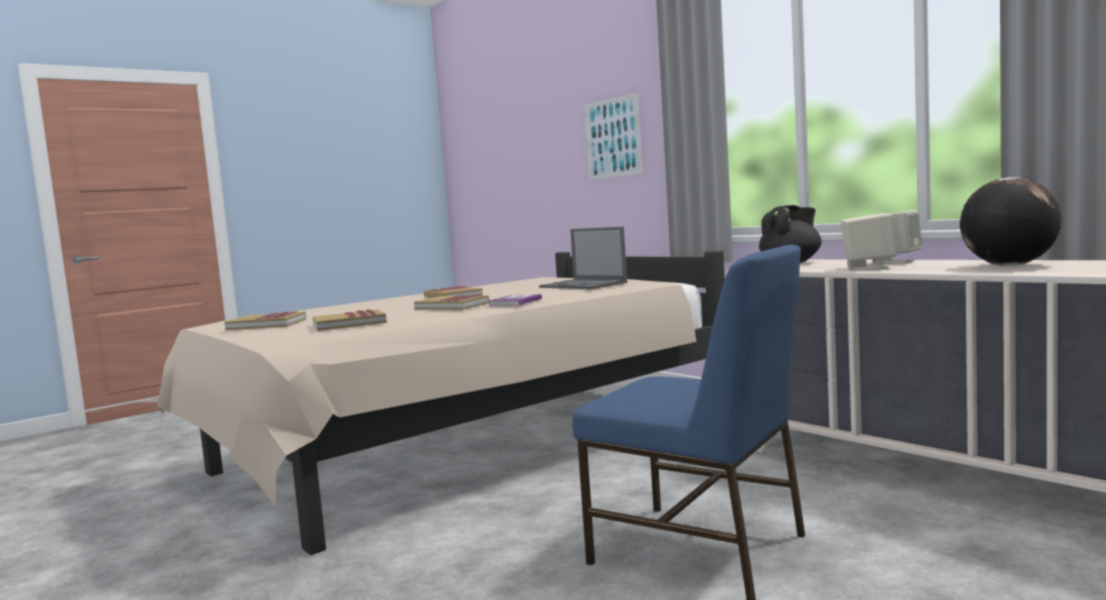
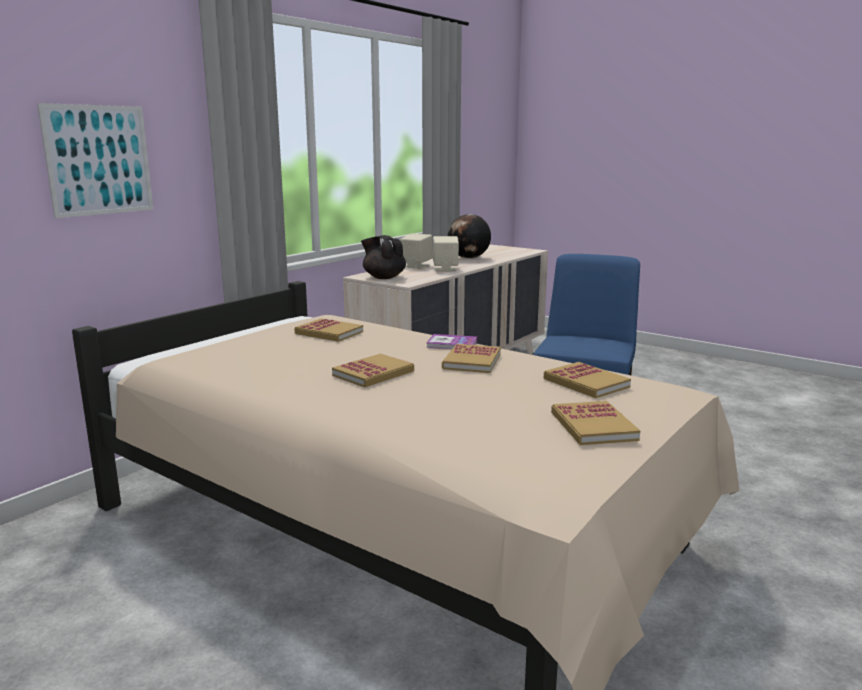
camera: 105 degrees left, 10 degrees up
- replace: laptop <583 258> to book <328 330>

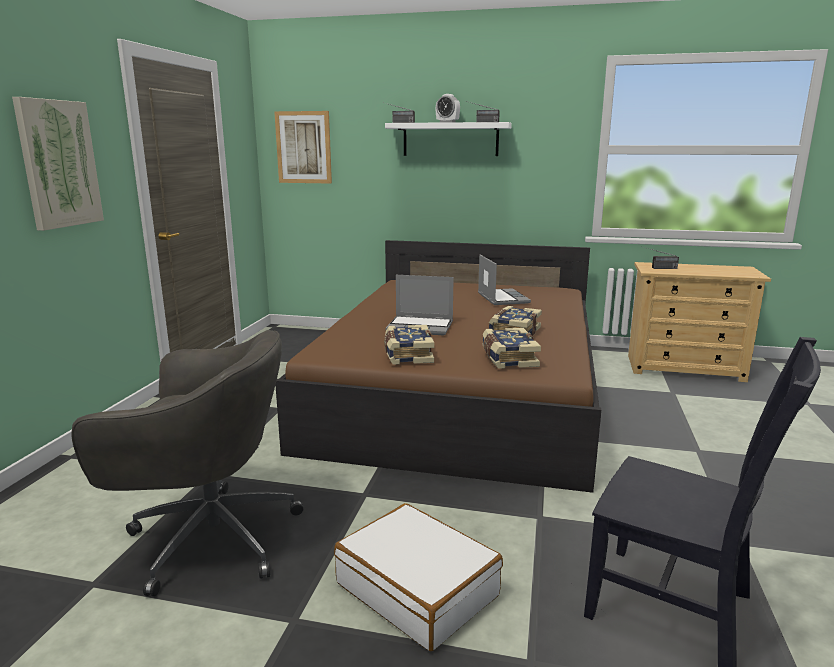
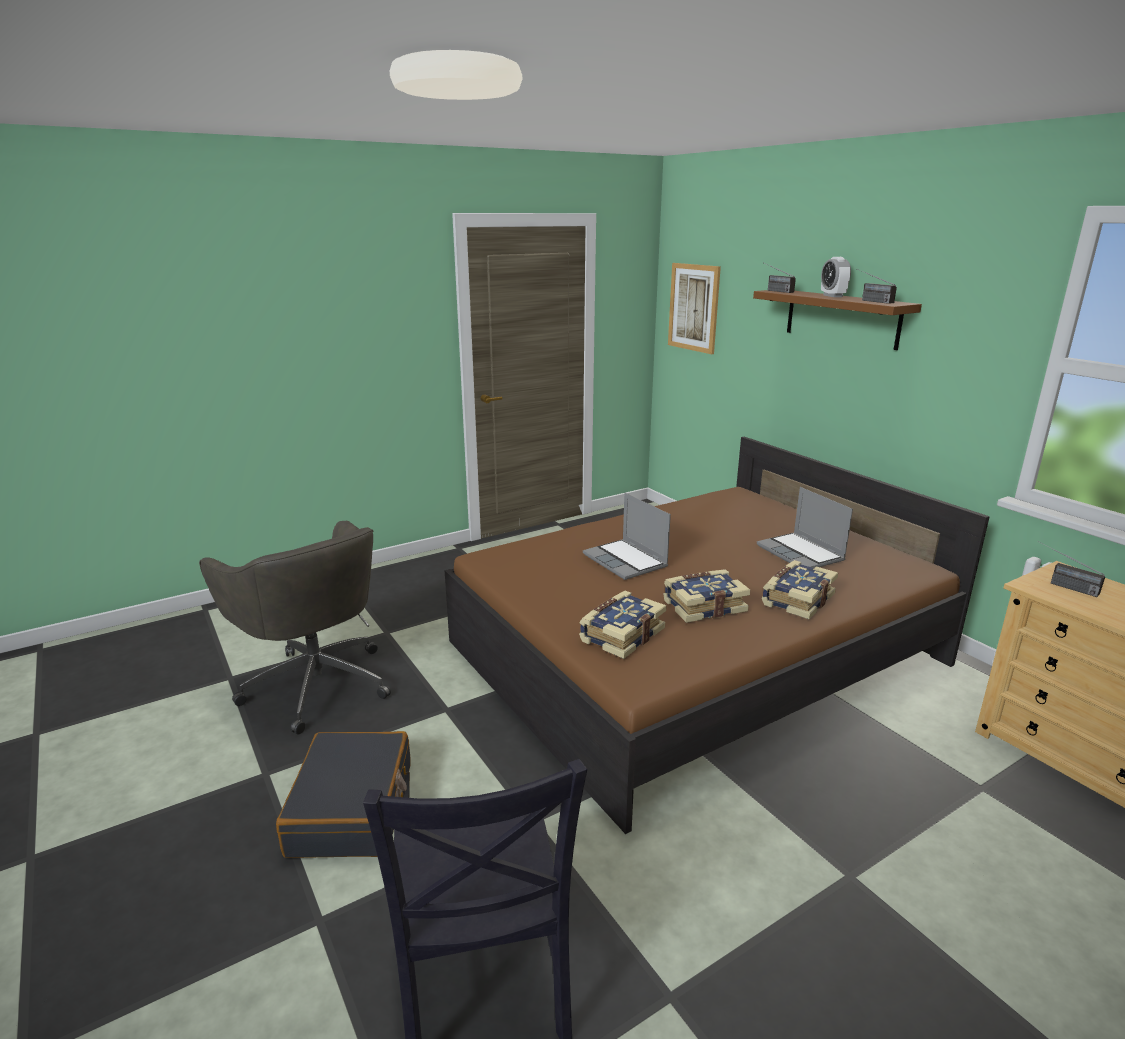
camera: 45 degrees right, 5 degrees up
- delete: picture <58 164>
- recolor: white suitcase <418 577> to black suitcase <343 794>
- move: book <409 345> to <800 589>
- recolor: white shelf <448 139> to brown shelf <837 320>
- rotate: laptop <504 280> = <805 527> 120 degrees clockwise

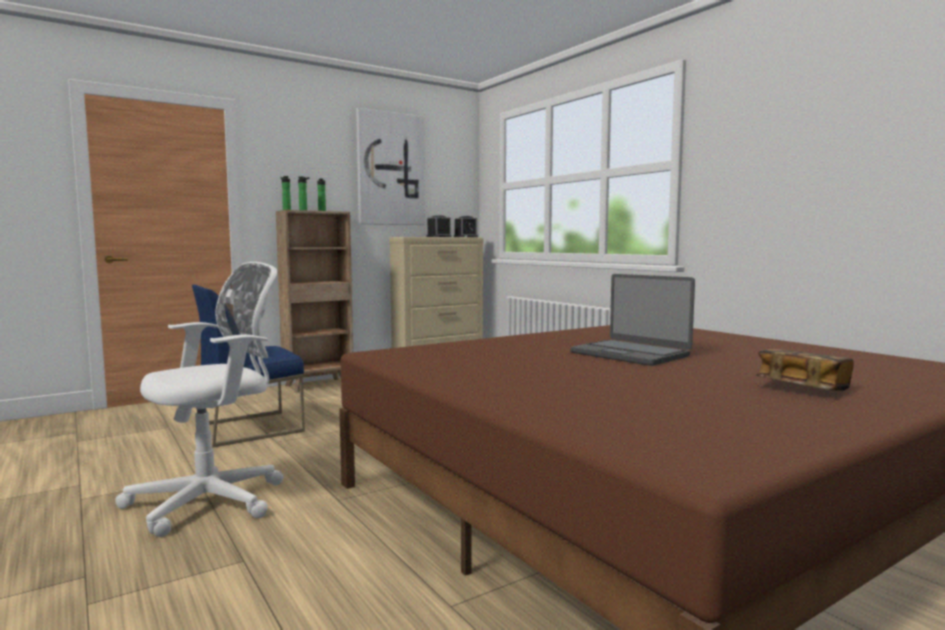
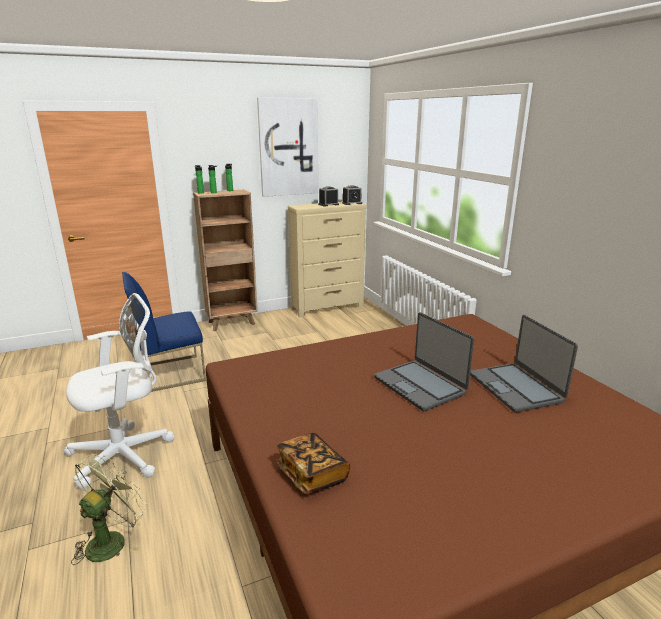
camera: 10 degrees right, 15 degrees up
- move: book <805 370> to <313 463>
- insert: green fan <109 509>
- insert: laptop <524 363>

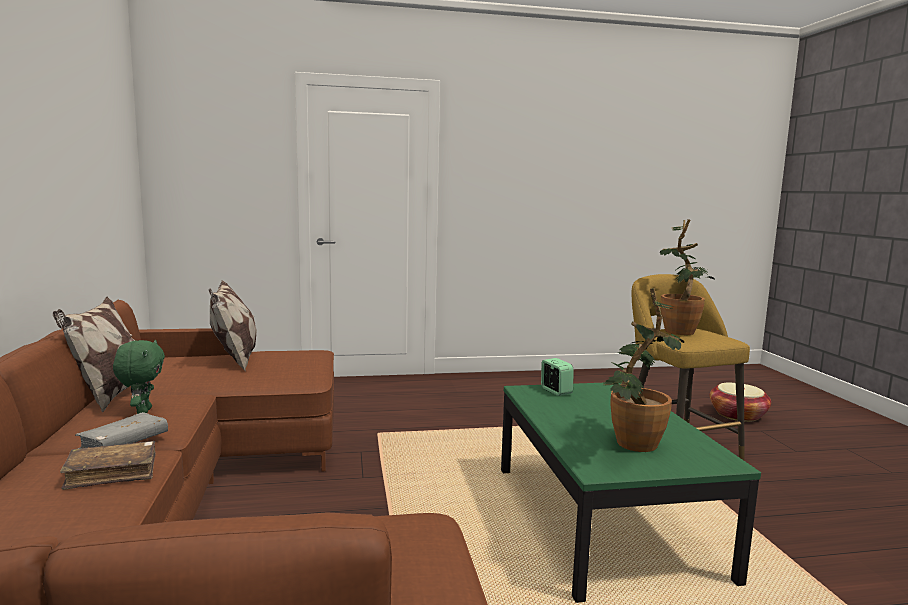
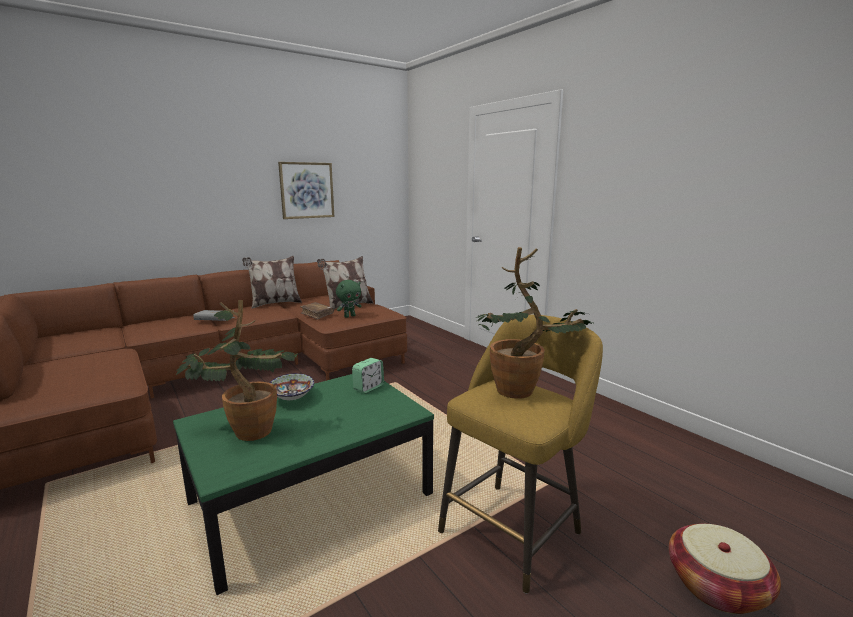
camera: 65 degrees right, 5 degrees up
- move: brown book <108 465> to <317 311>
- move: green plush toy <139 377> to <348 299>
- insert: bowl <292 386>
- insert: picture <306 190>

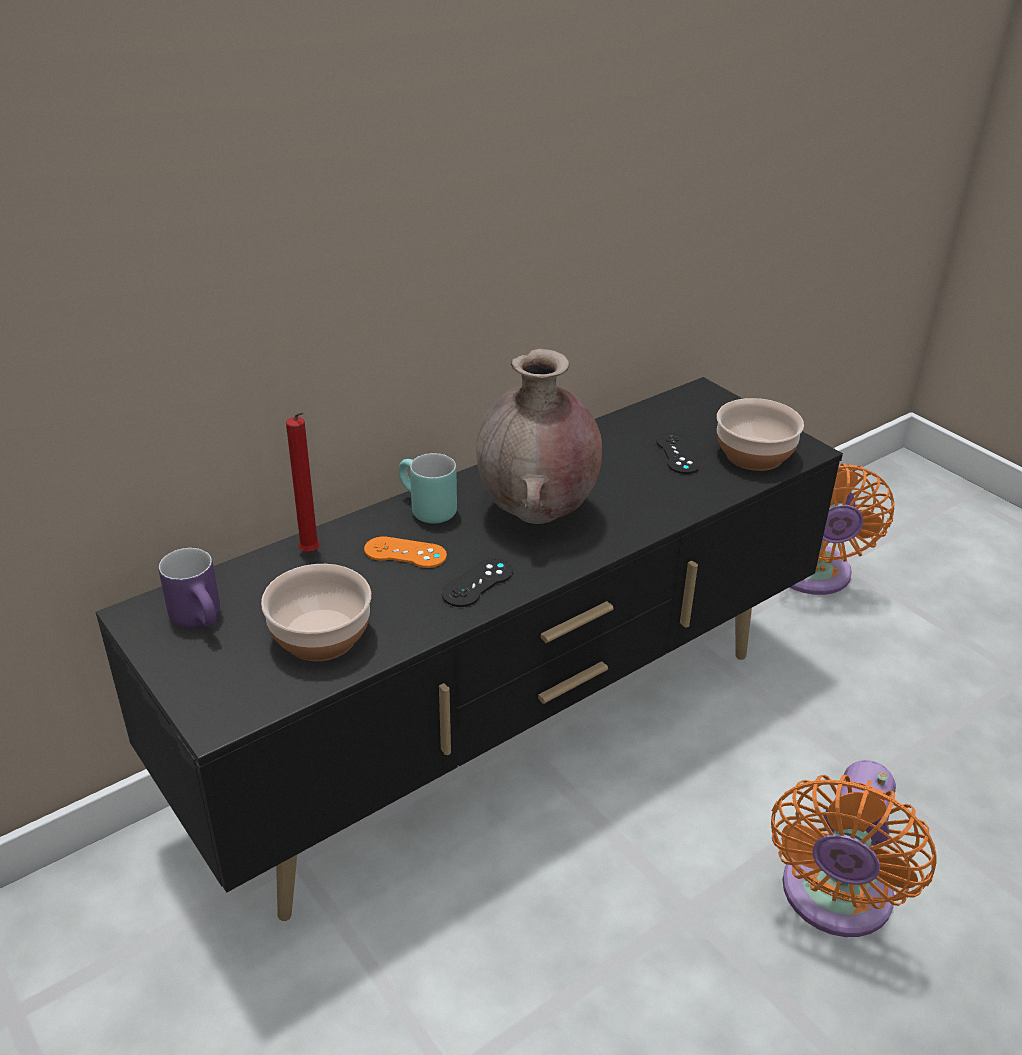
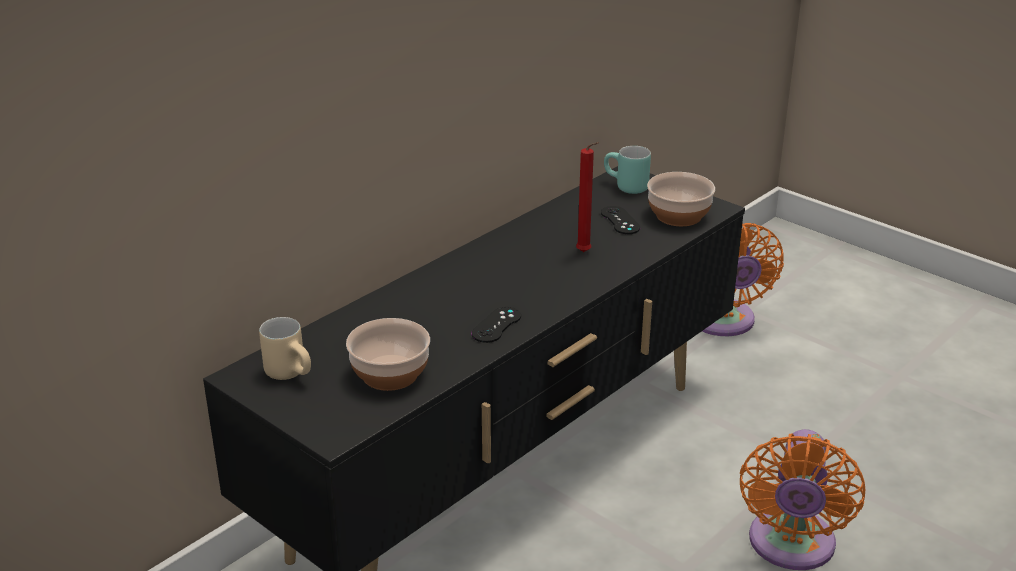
camera: 10 degrees left, 5 degrees down
- recolor: purple mug <189 588> to beige mug <285 348>
- move: red candle <303 482> to <587 197>
- delete: orange game controller <405 552>
- move: turquoise mug <428 488> to <627 170>
- delete: brown vase <539 436>

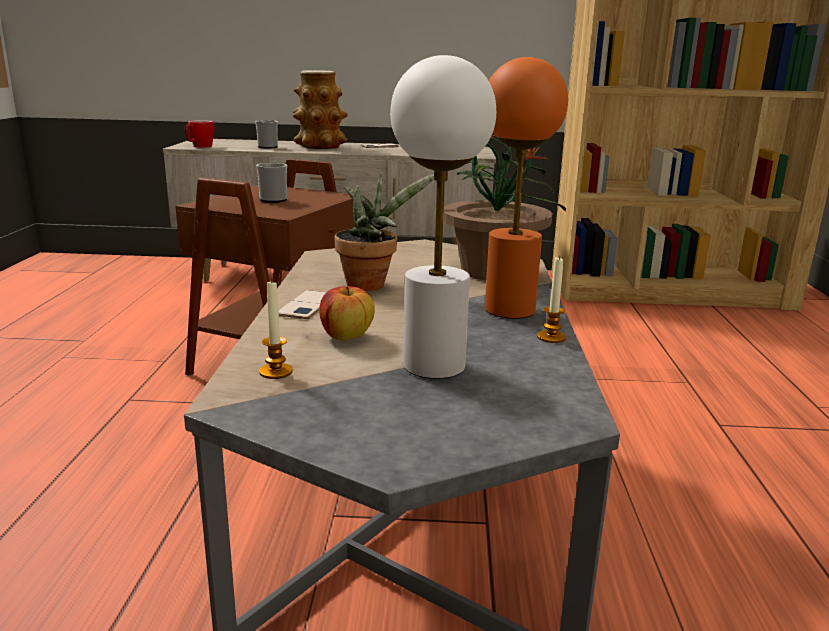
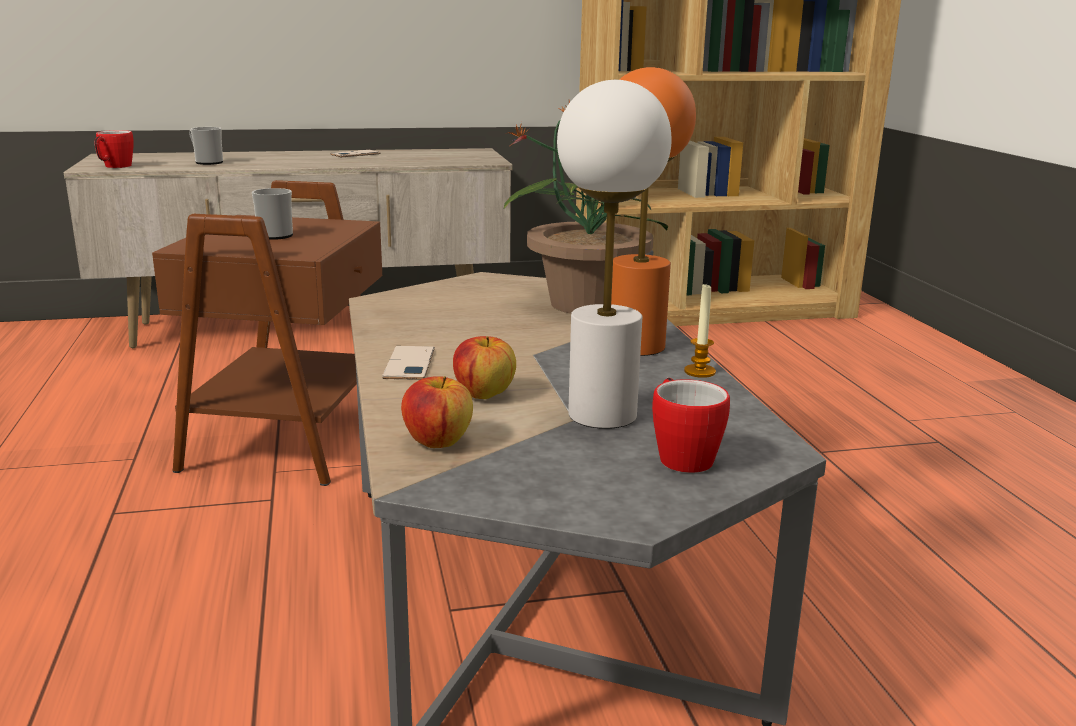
camera: 15 degrees left, 0 degrees up
- replace: candle <276 329> to apple <437 412>
- delete: vase <320 109>
- delete: potted plant <384 230>
- insert: mug <691 425>

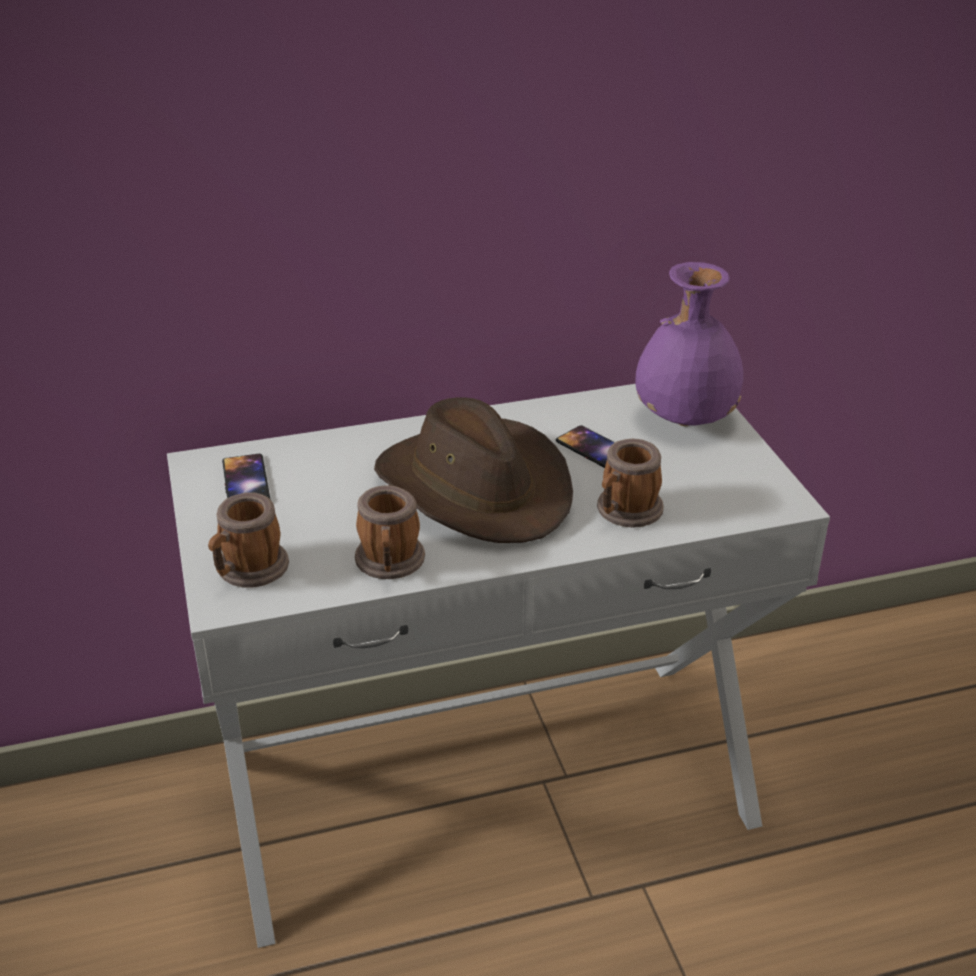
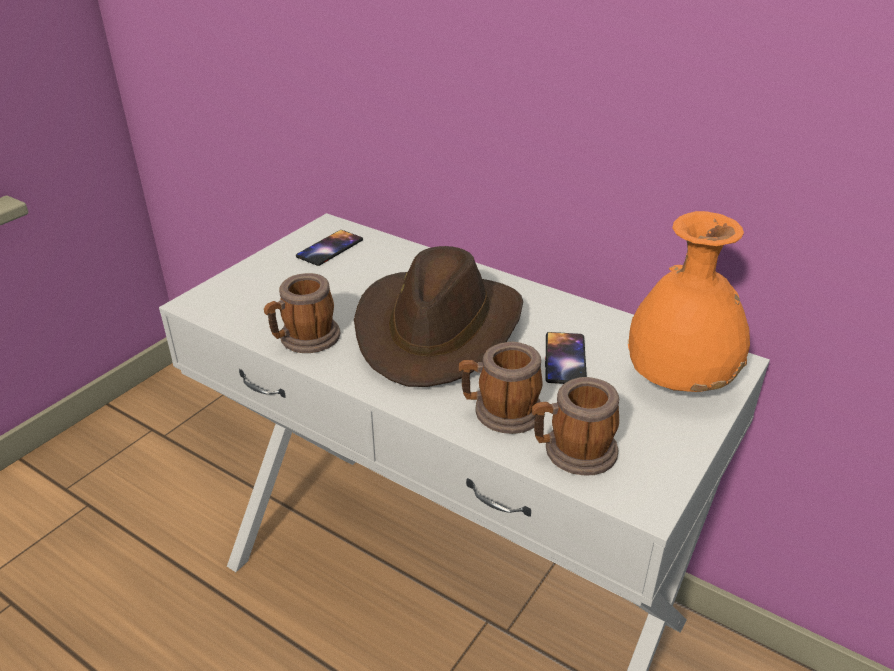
camera: 50 degrees right, 0 degrees up
- move: mug <248 540> to <575 426>
- recolor: purple vase <689 344> to orange vase <689 301>

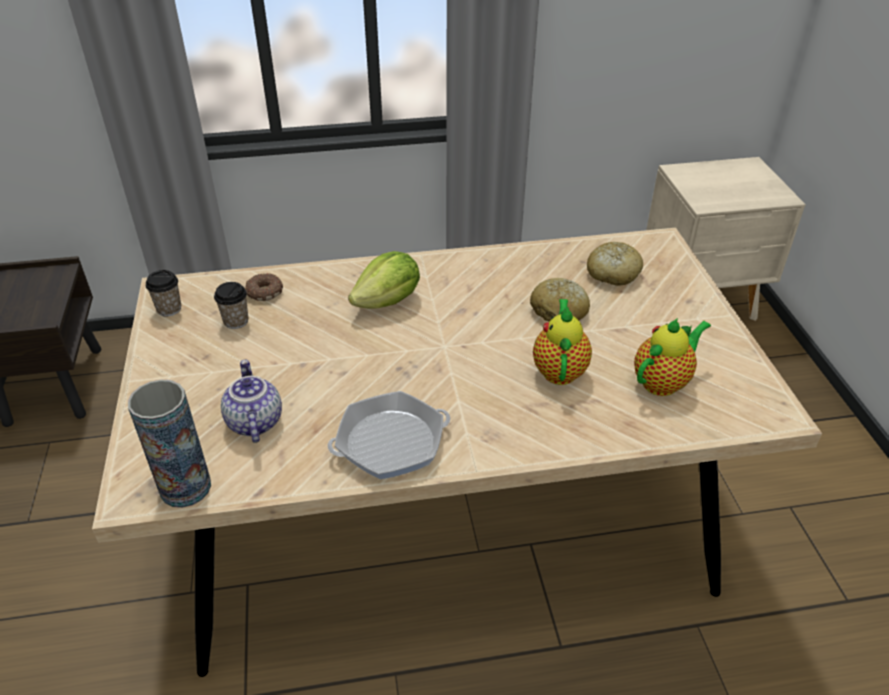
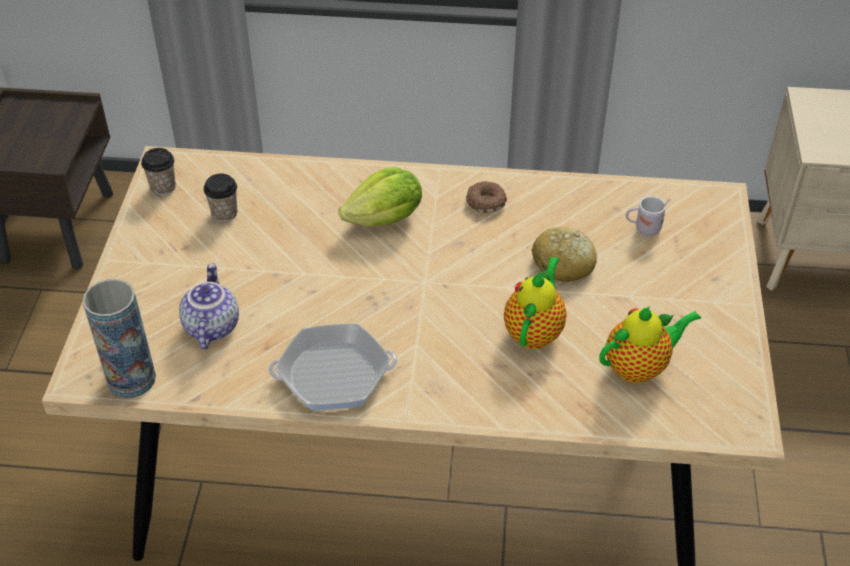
camera: 15 degrees right, 5 degrees up
- move: donut <264 287> to <486 197>
- replace: bread <615 264> to white mug <648 216>

